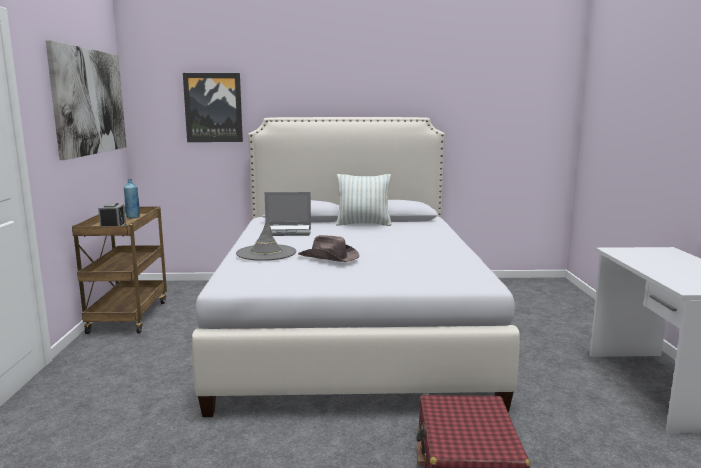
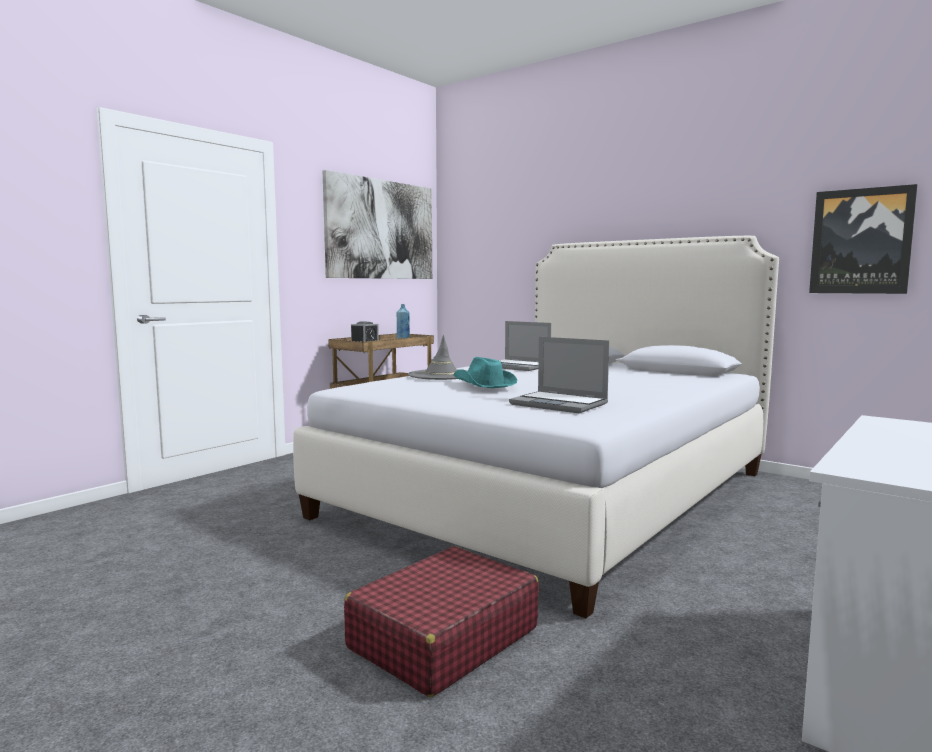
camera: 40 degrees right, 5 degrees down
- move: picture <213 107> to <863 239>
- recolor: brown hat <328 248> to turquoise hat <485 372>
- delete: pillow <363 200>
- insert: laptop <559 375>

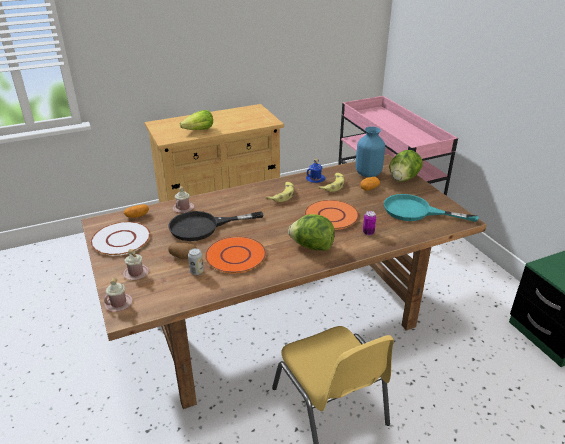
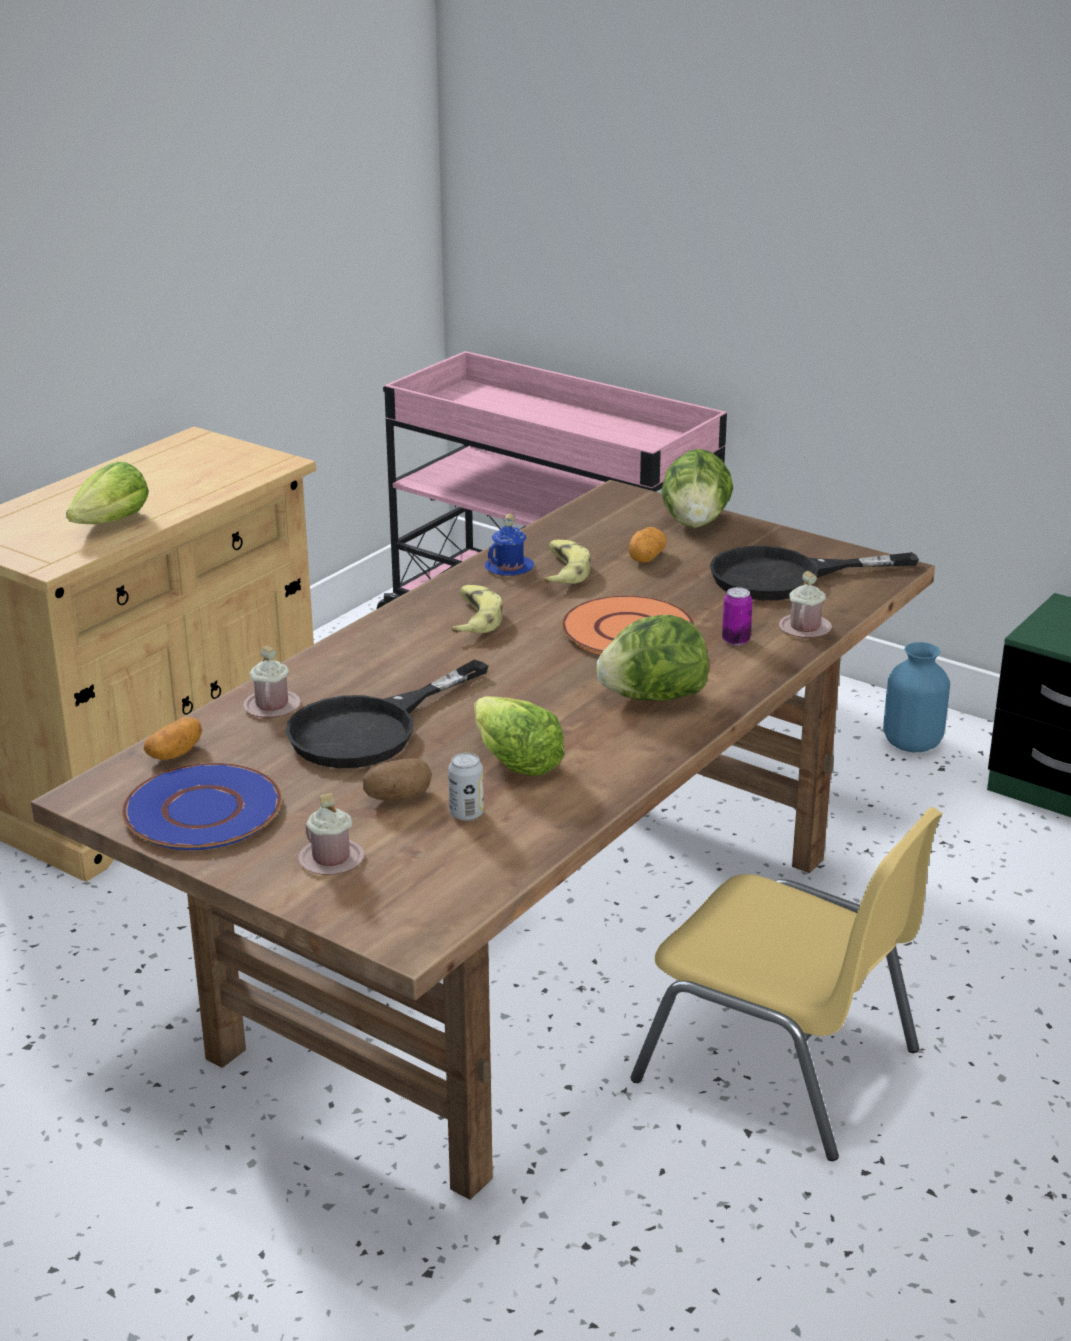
camera: 30 degrees left, 5 degrees down
- recolor: white plate <121 239> to blue plate <202 806>
- move: pink mug <118 295> to <805 604>
- replace: orange plate <235 254> to lettuce <519 736>
- move: blue vase <370 152> to <916 697>
- recolor: turquoise frying pan <431 208> to black frying pan <814 573>

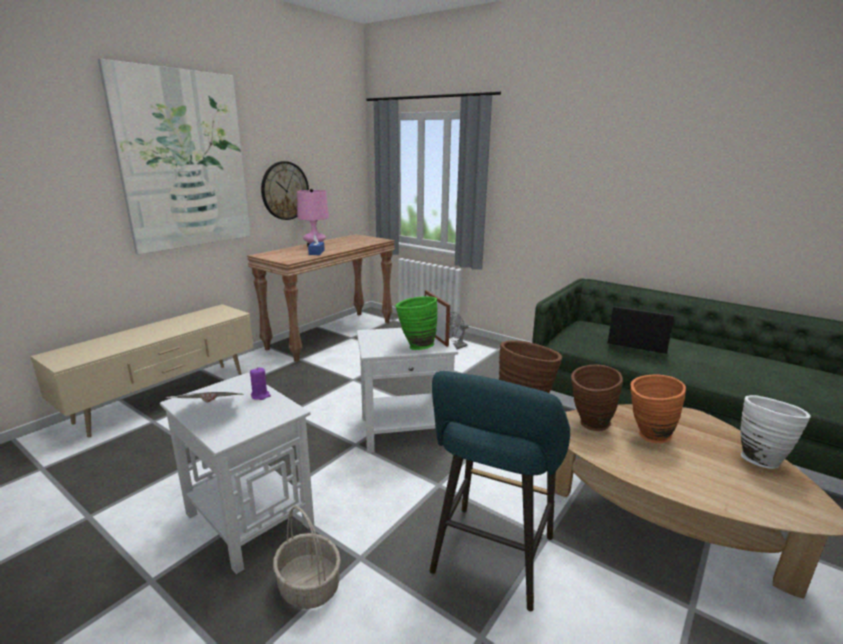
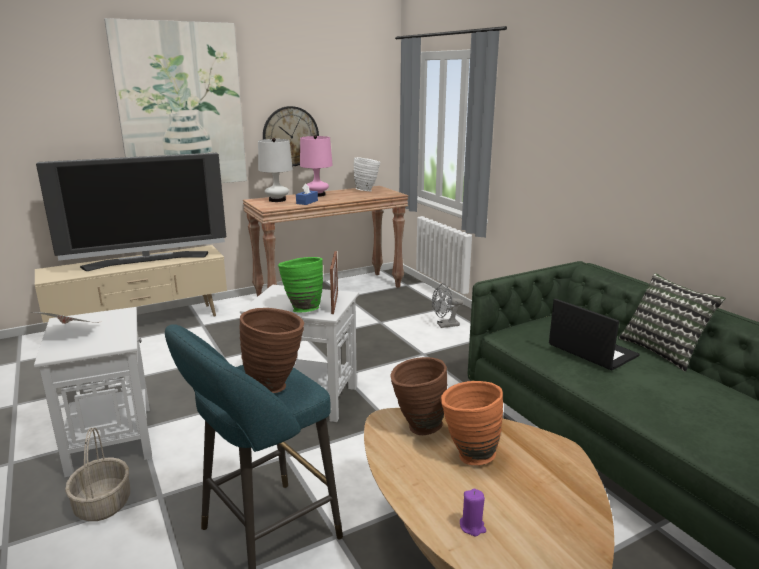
camera: 25 degrees right, 0 degrees up
- move: purple candle <260 383> to <473 512>
- move: white vase <775 432> to <367 174>
- insert: television <131 212>
- insert: white table lamp <275 170>
- insert: pillow <672 322>

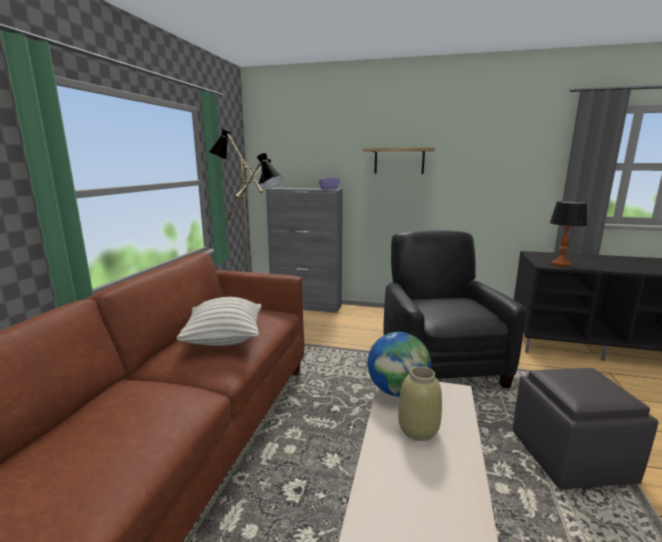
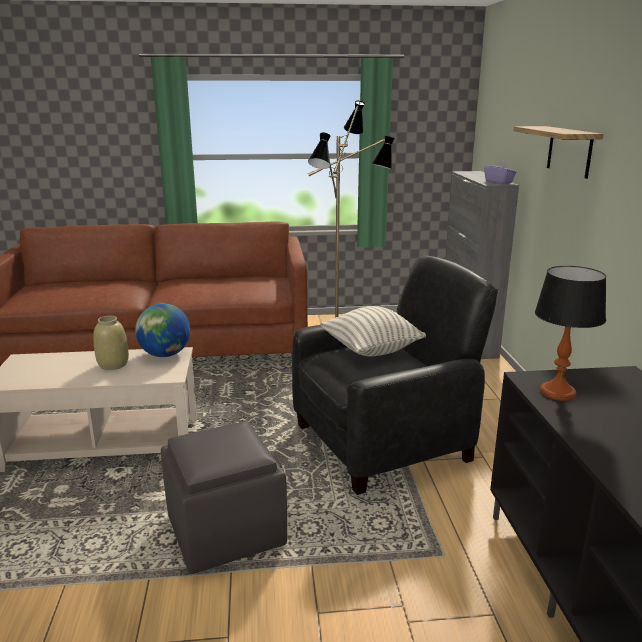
camera: 70 degrees right, 5 degrees up
- move: pillow <218 321> to <373 331>

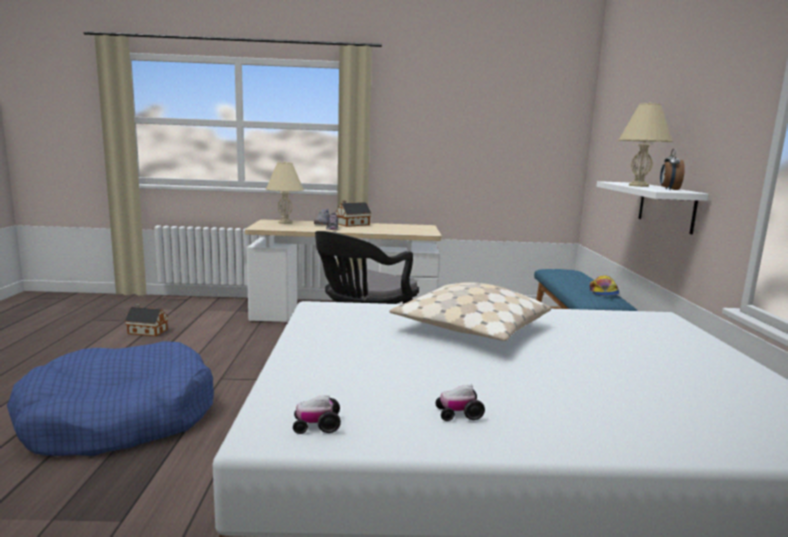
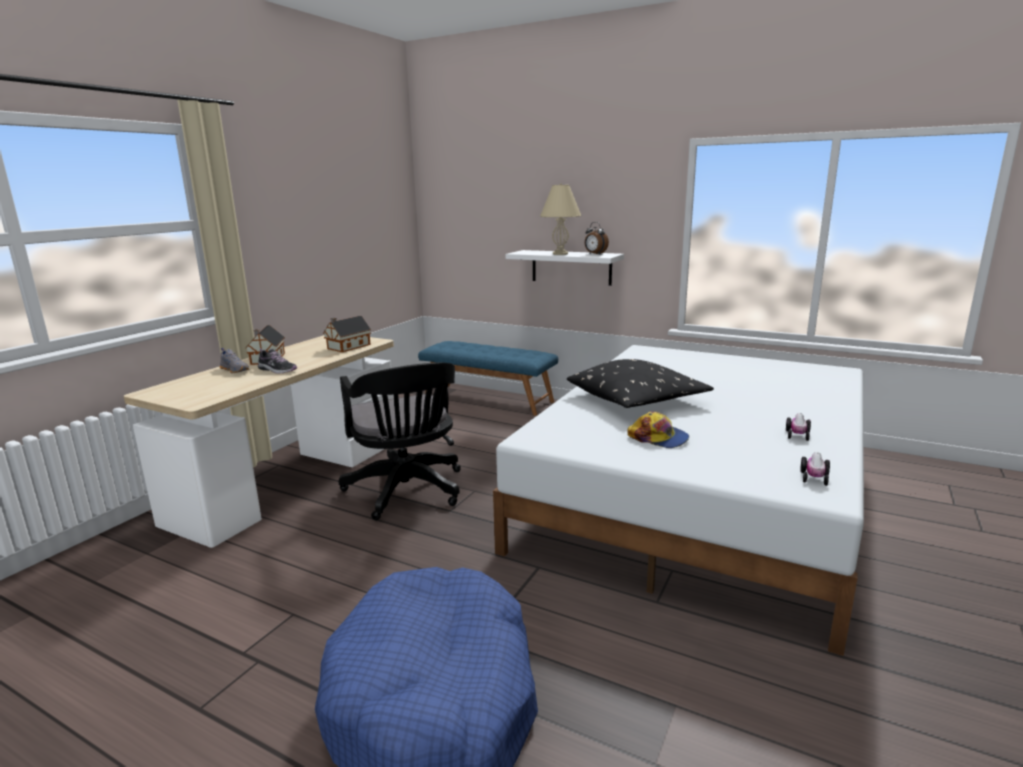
camera: 60 degrees left, 5 degrees up
- move: toy house <146 320> to <347 334>
- delete: beige table lamp <285 192>
- recolor: beige pillow <470 311> to black pillow <640 383>
- move: cap <605 286> to <658 429>

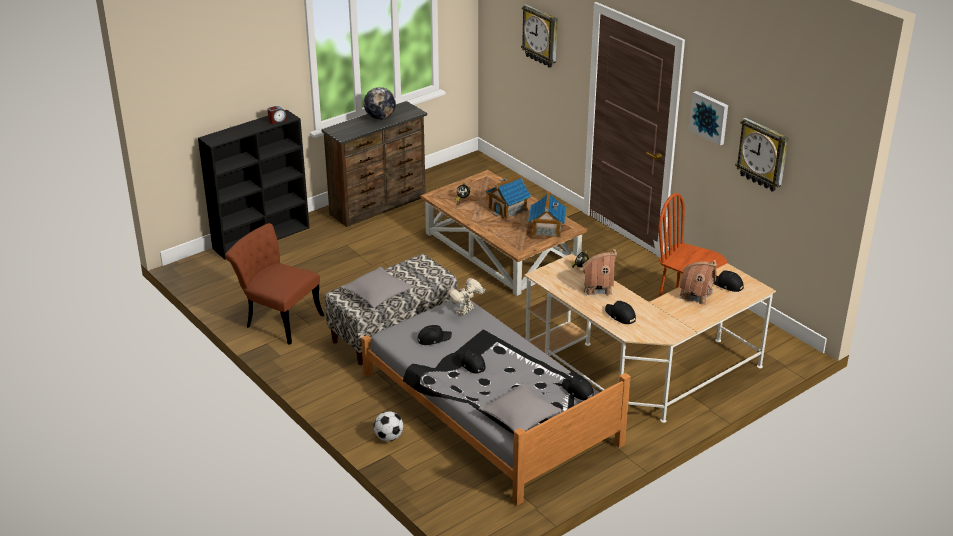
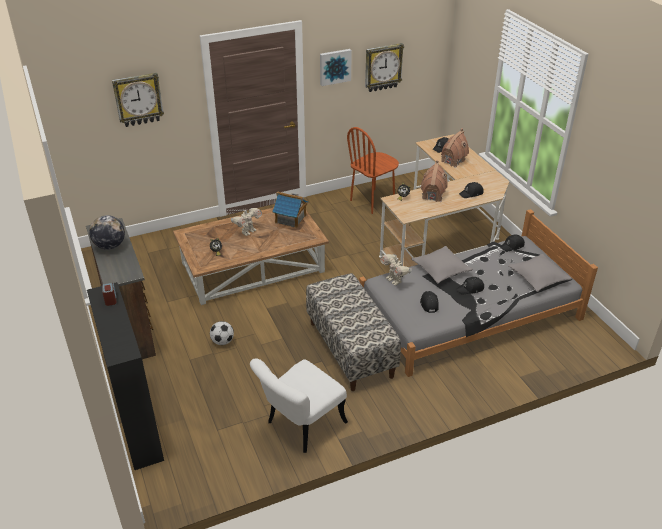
camera: 75 degrees left, 5 degrees up
- recolor: brown chair <274 284> to white chair <299 405>
- move: grey pillow <377 287> to <442 265>
- move: football <388 426> to <222 333>
- replace: toy house <508 197> to toy robot <246 222>

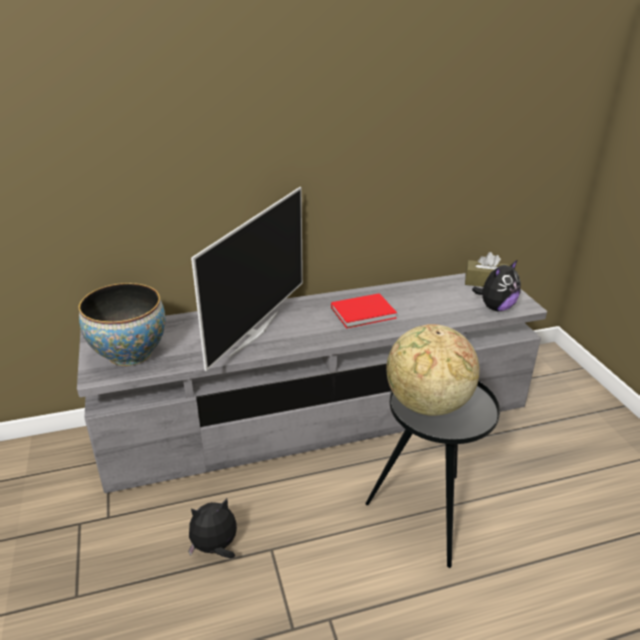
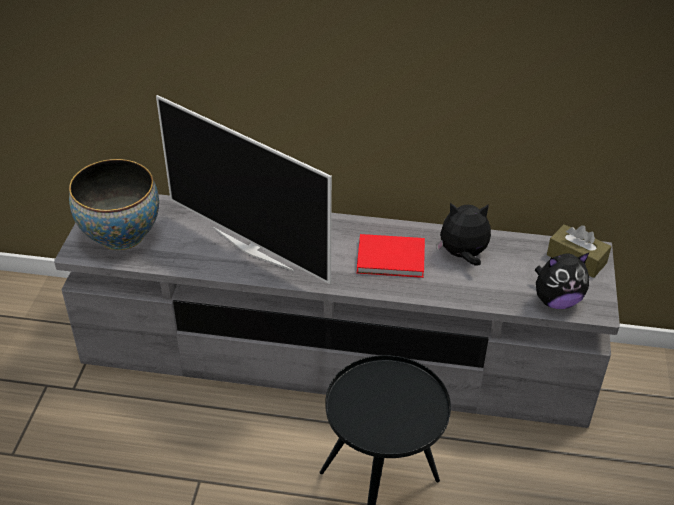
camera: 25 degrees right, 10 degrees up
- move: plush toy <212 528> to <463 234>
- rotate: television <247 279> = <244 189> 75 degrees clockwise
- delete: globe <433 370>

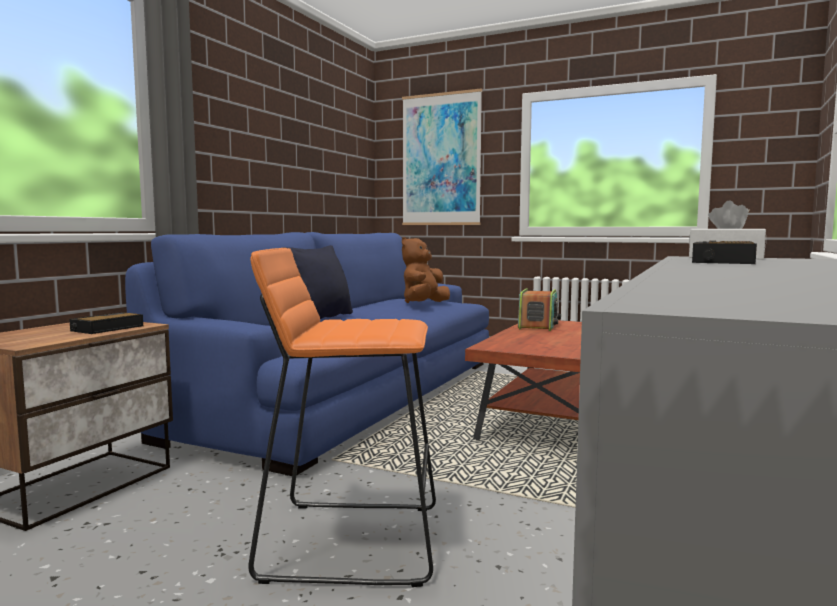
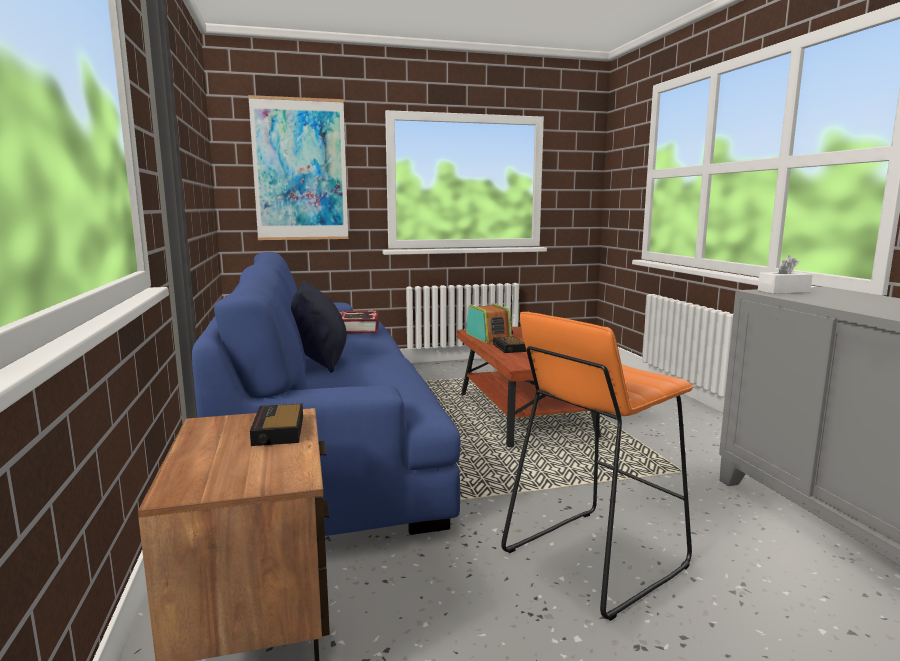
camera: 40 degrees left, 5 degrees up
- replace: brown plush toy <426 270> to book <359 322>
- move: alarm clock <724 252> to <509 344>

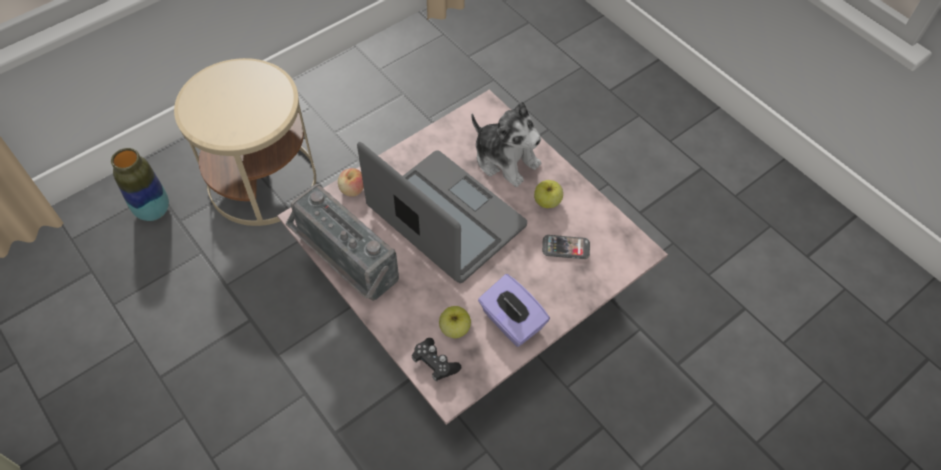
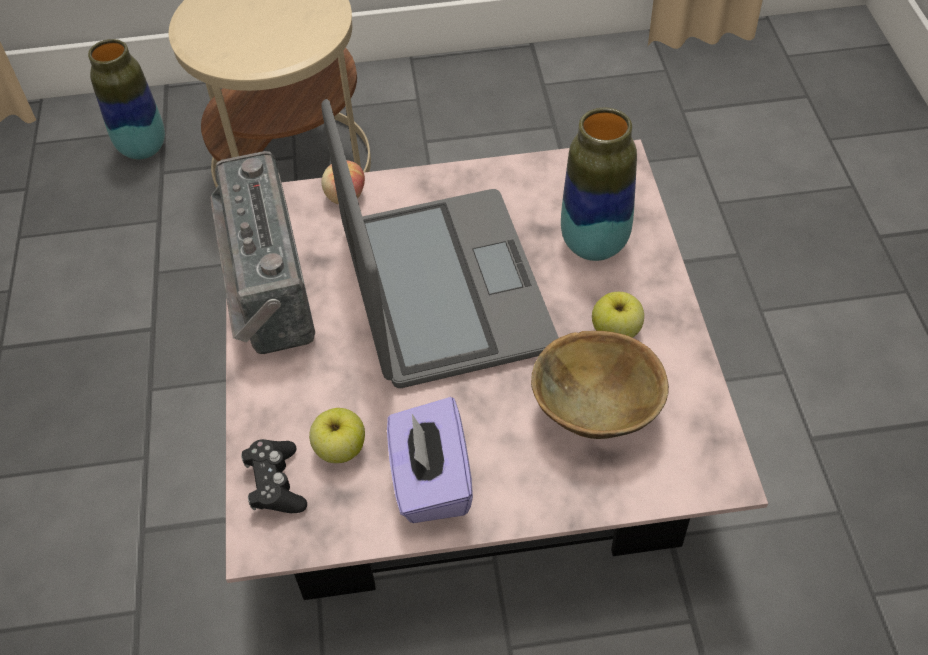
camera: 35 degrees right, 5 degrees down
- replace: plush toy <506 144> to vase <599 184>
- replace: phone <566 247> to brown bowl <600 385>

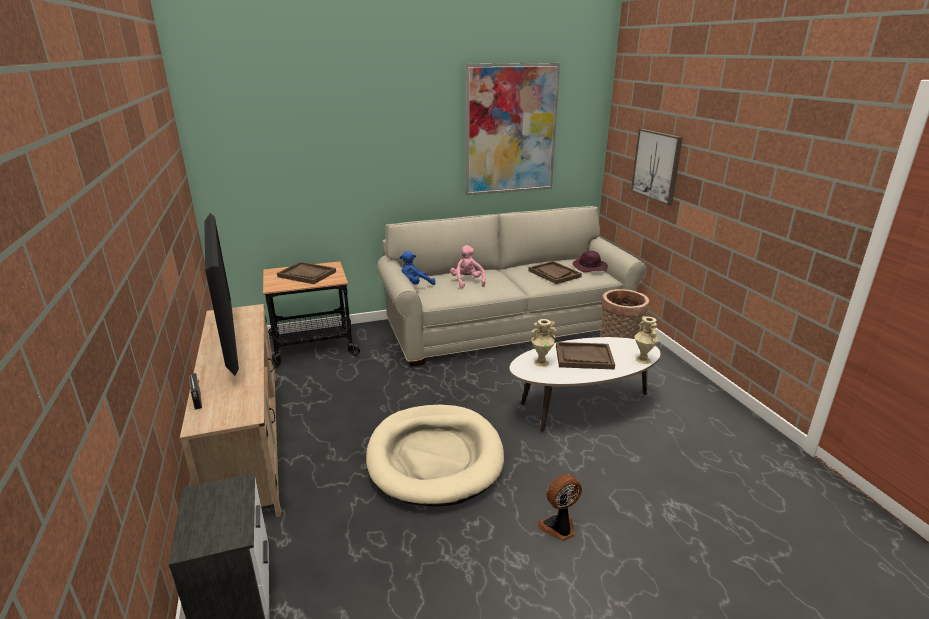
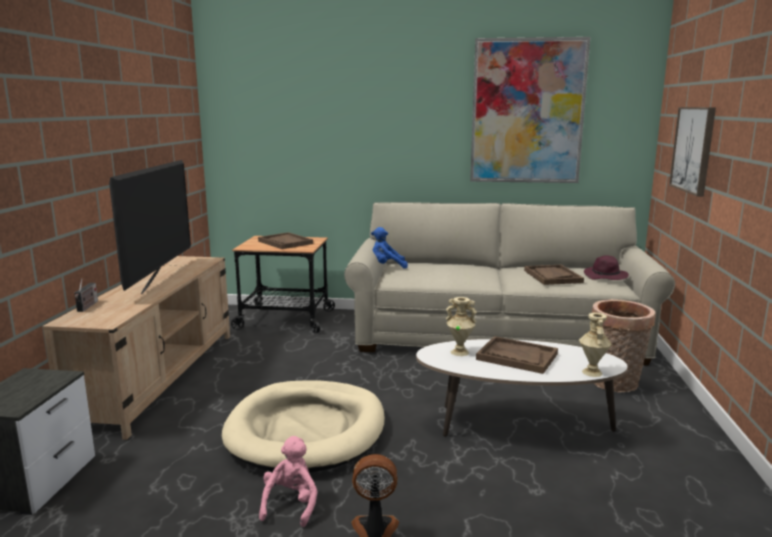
camera: 25 degrees right, 10 degrees down
- move: pink plush toy <468 266> to <288 481>

